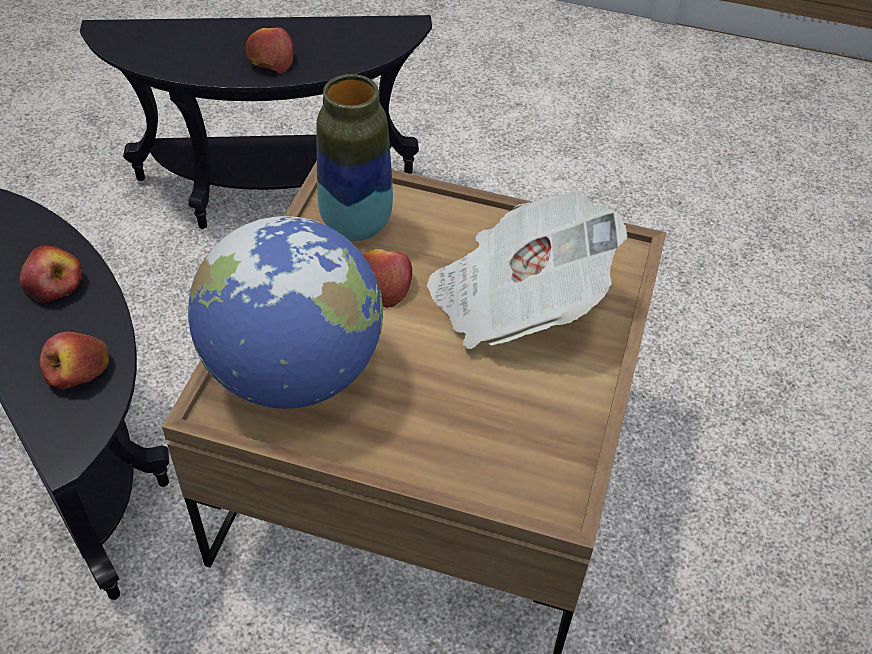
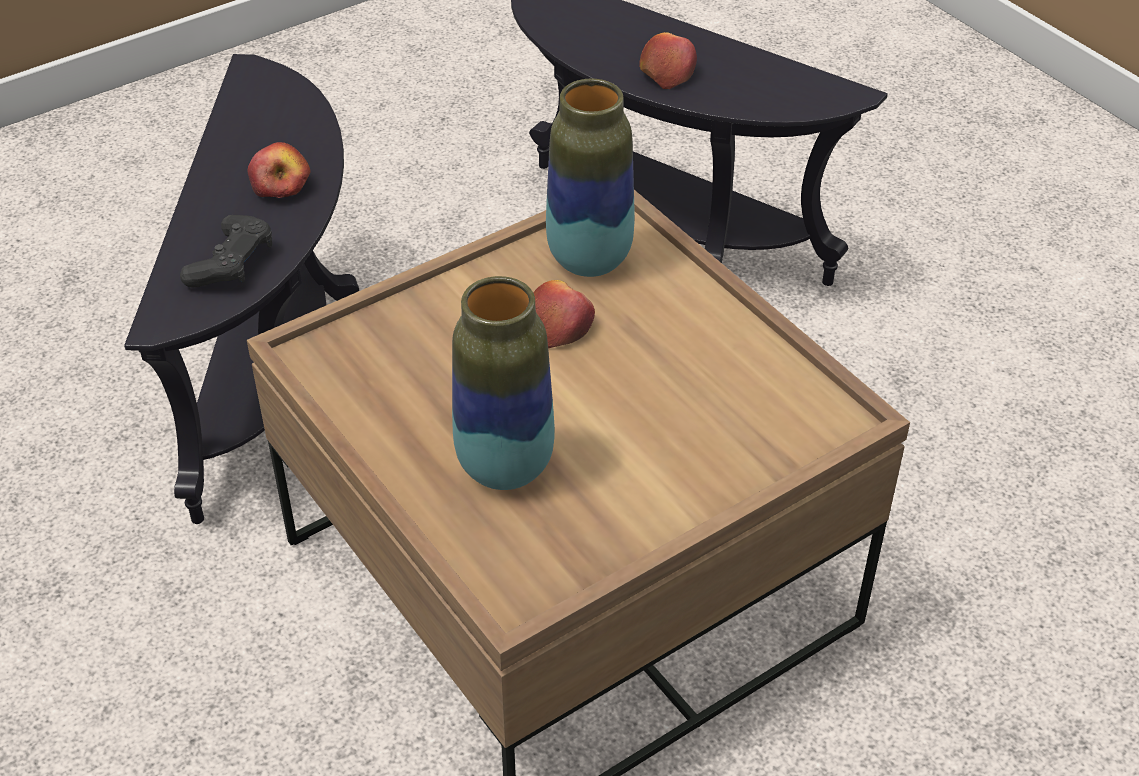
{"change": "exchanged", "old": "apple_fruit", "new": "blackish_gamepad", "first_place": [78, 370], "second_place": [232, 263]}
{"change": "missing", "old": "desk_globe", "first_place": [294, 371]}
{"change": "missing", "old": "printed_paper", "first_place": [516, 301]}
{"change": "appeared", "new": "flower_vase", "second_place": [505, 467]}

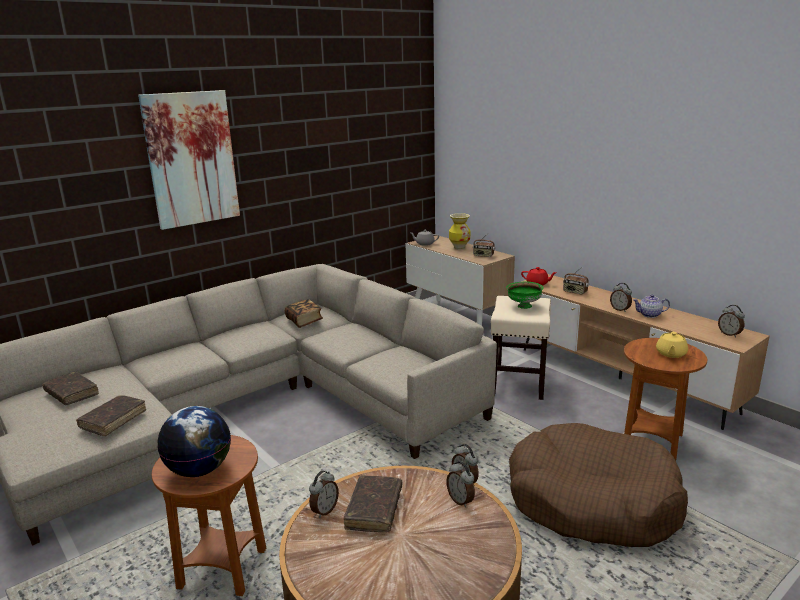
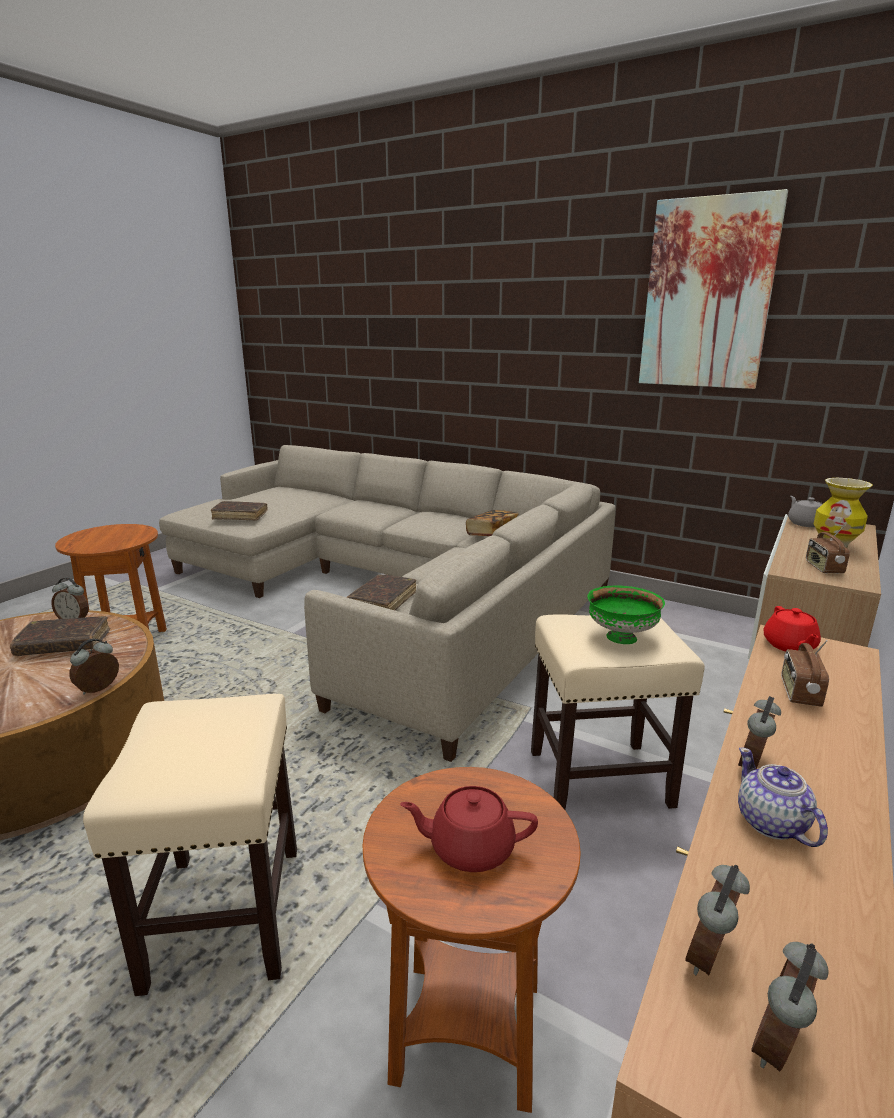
{"change": "relocated", "old": "brownish_book", "first_place": [71, 393], "second_place": [382, 601]}
{"change": "relocated", "old": "picture", "first_place": [191, 159], "second_place": [707, 295]}
{"change": "missing", "old": "desk_globe", "first_place": [200, 470]}
{"change": "relocated", "old": "alarm_clock", "first_place": [461, 500], "second_place": [710, 958]}
{"change": "exchanged", "old": "brownish_dog_bed", "new": "beige-coloured_stool_seat", "first_place": [592, 501], "second_place": [225, 916]}
{"change": "colour", "old": "yellow_teapot", "new": "red_teapot", "first_place": [670, 354], "second_place": [470, 848]}

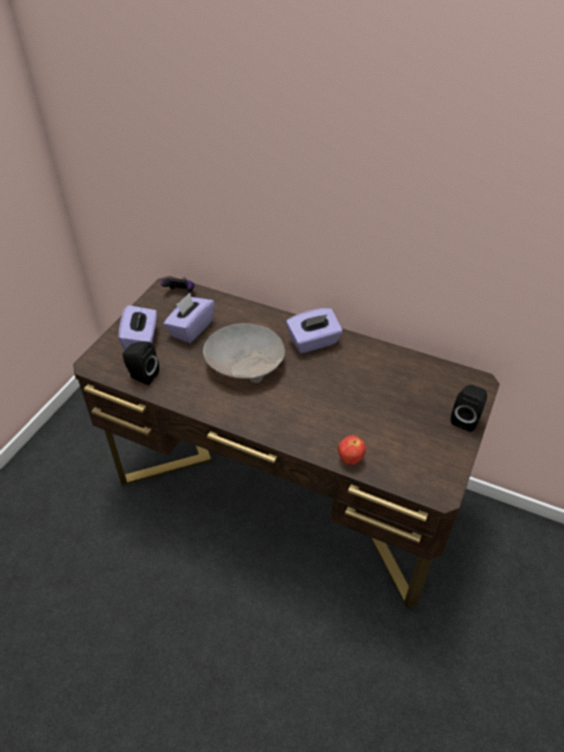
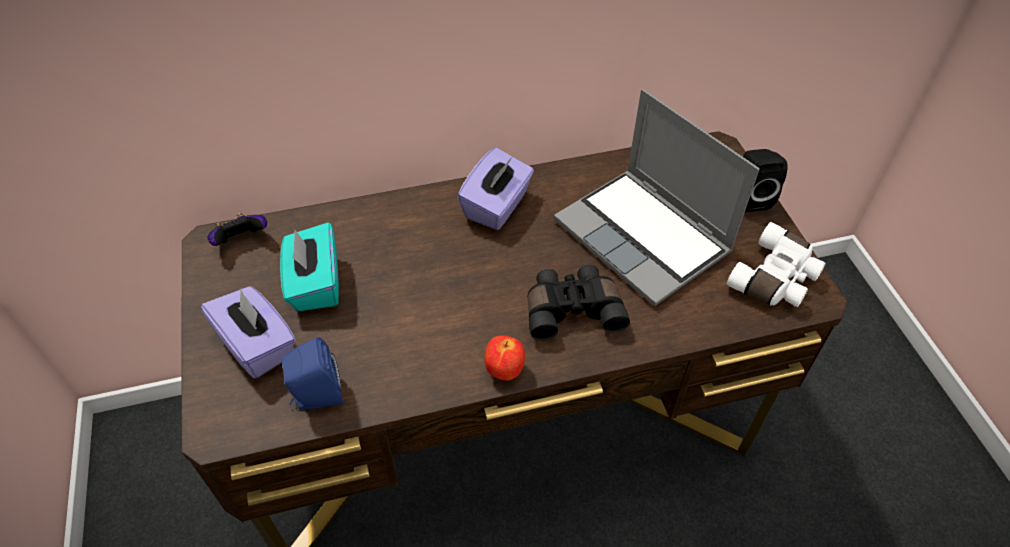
{"change": "colour", "old": "blackish_speaker", "new": "blue-coloured_speaker", "first_place": [142, 376], "second_place": [317, 397]}
{"change": "colour", "old": "purple-coloured_tissue_box", "new": "turquoise_tissue_box", "first_place": [191, 329], "second_place": [315, 284]}
{"change": "missing", "old": "beige-coloured_bowl", "first_place": [244, 363]}
{"change": "relocated", "old": "apple_fruit", "first_place": [350, 459], "second_place": [504, 370]}
{"change": "appeared", "new": "blackish_pair_of_binoculars", "second_place": [572, 309]}
{"change": "appeared", "new": "notebook_computer", "second_place": [644, 237]}
{"change": "appeared", "new": "white-coloured_pair_of_binoculars", "second_place": [776, 279]}

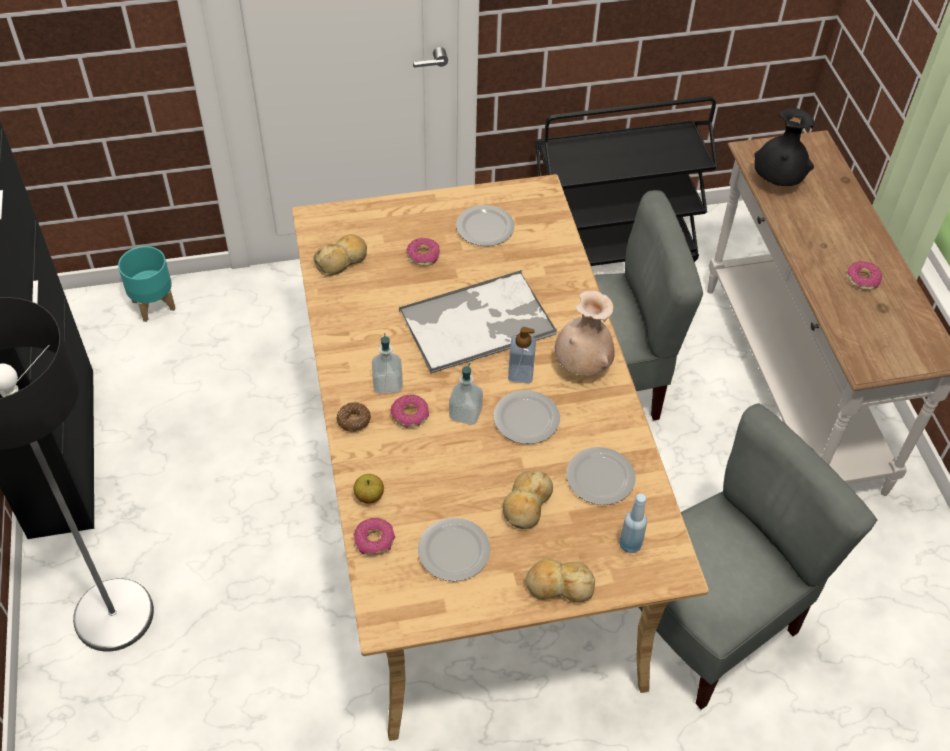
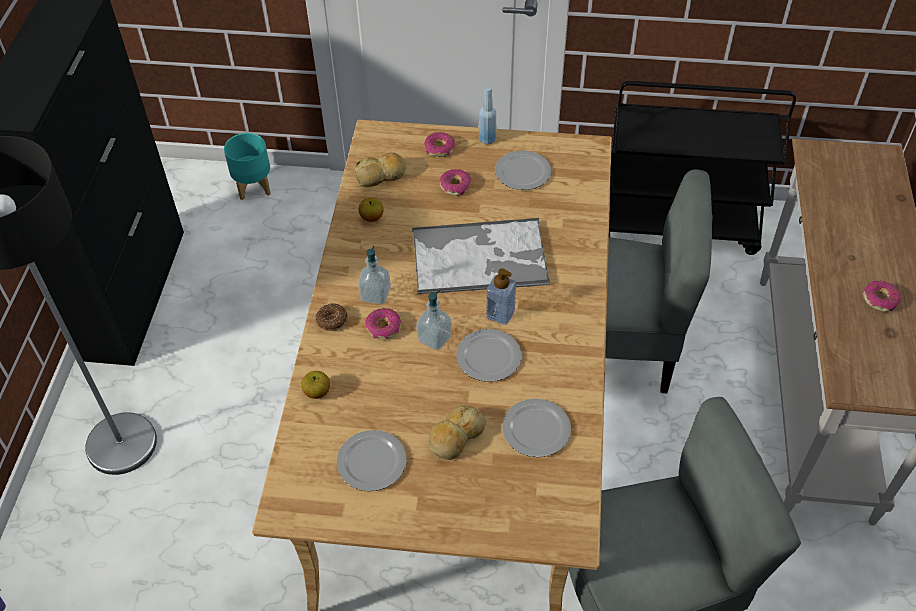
{"change": "relocated", "old": "doughnut", "first_place": [374, 541], "second_place": [439, 149]}
{"change": "missing", "old": "baked_bread", "first_place": [559, 585]}
{"change": "missing", "old": "beige-coloured_flower_vase", "first_place": [582, 366]}
{"change": "relocated", "old": "blue-coloured_drink_bottle", "first_place": [630, 544], "second_place": [487, 139]}
{"change": "missing", "old": "blackish_flower_vase", "first_place": [777, 182]}
{"change": "appeared", "new": "apple_fruit", "second_place": [371, 217]}

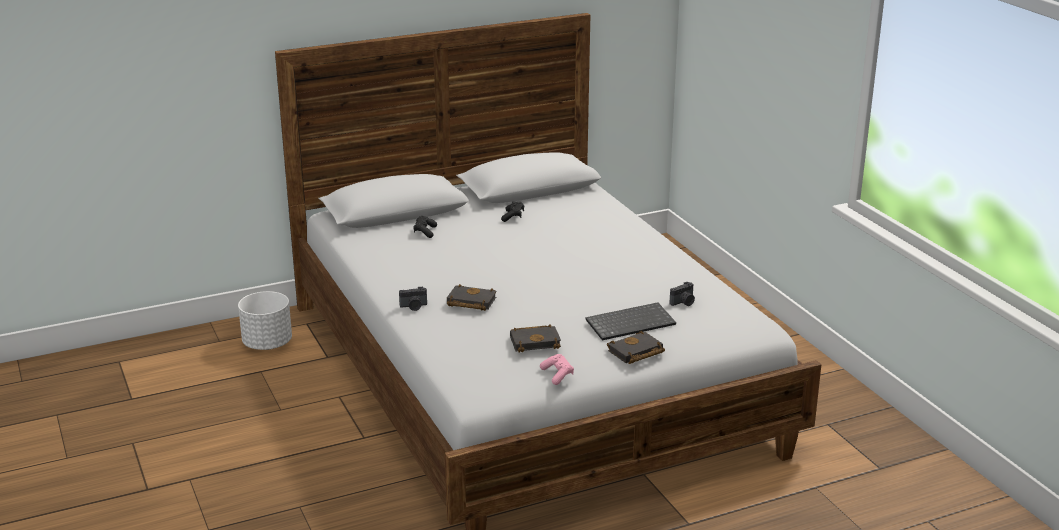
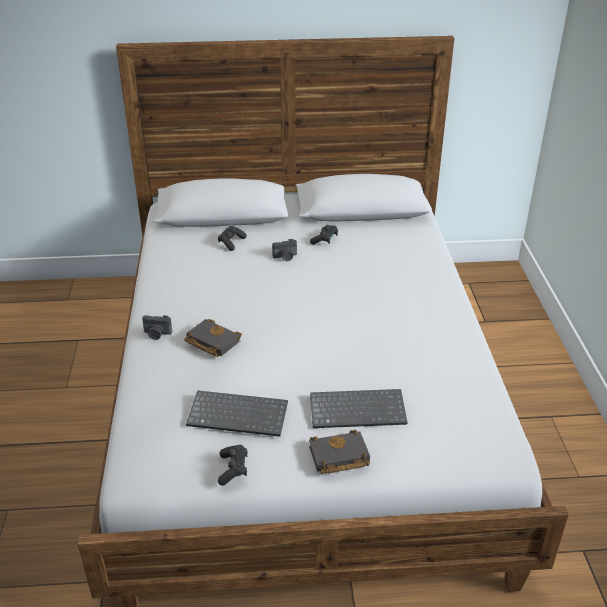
{"change": "missing", "old": "white-coloured_planter", "first_place": [267, 344]}
{"change": "exchanged", "old": "blackish_book", "new": "computer_keyboard", "first_place": [536, 341], "second_place": [239, 414]}
{"change": "colour", "old": "pink-coloured_gamepad", "new": "blackish_gamepad", "first_place": [557, 375], "second_place": [233, 469]}
{"change": "relocated", "old": "still_camera", "first_place": [683, 303], "second_place": [285, 257]}

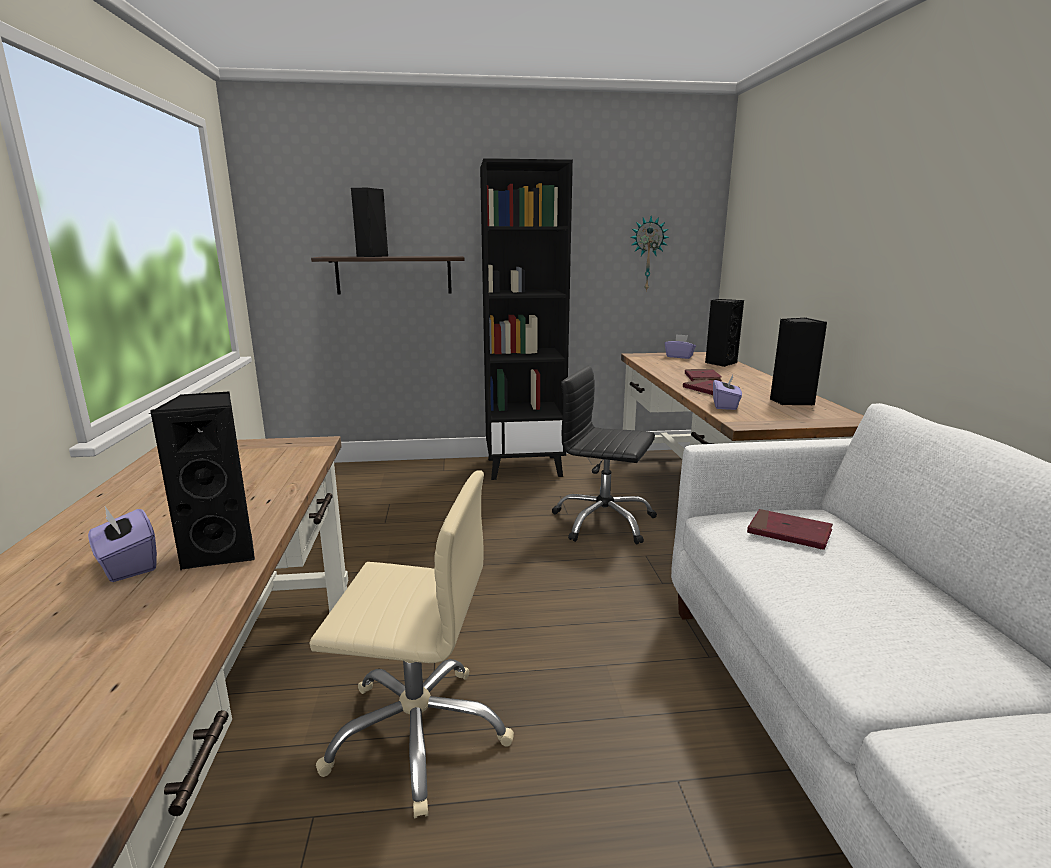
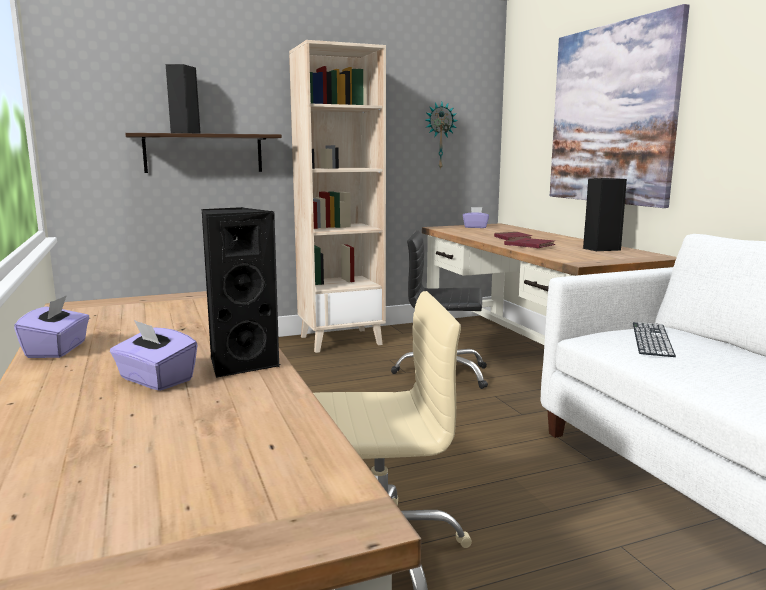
{"change": "colour", "old": "blackish_bookcase", "new": "beige-coloured_bookcase", "first_place": [524, 467], "second_place": [341, 340]}
{"change": "missing", "old": "blackish_speaker", "first_place": [720, 363]}
{"change": "relocated", "old": "purple-coloured_tissue_box", "first_place": [725, 405], "second_place": [57, 350]}
{"change": "exchanged", "old": "red_book", "new": "computer_keyboard", "first_place": [789, 533], "second_place": [652, 339]}
{"change": "appeared", "new": "picture", "second_place": [611, 115]}

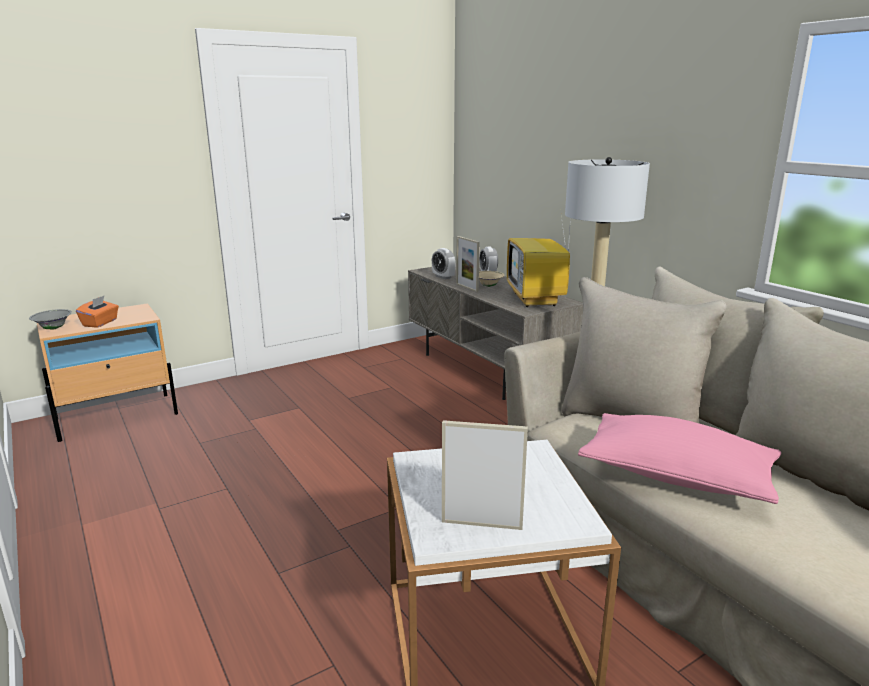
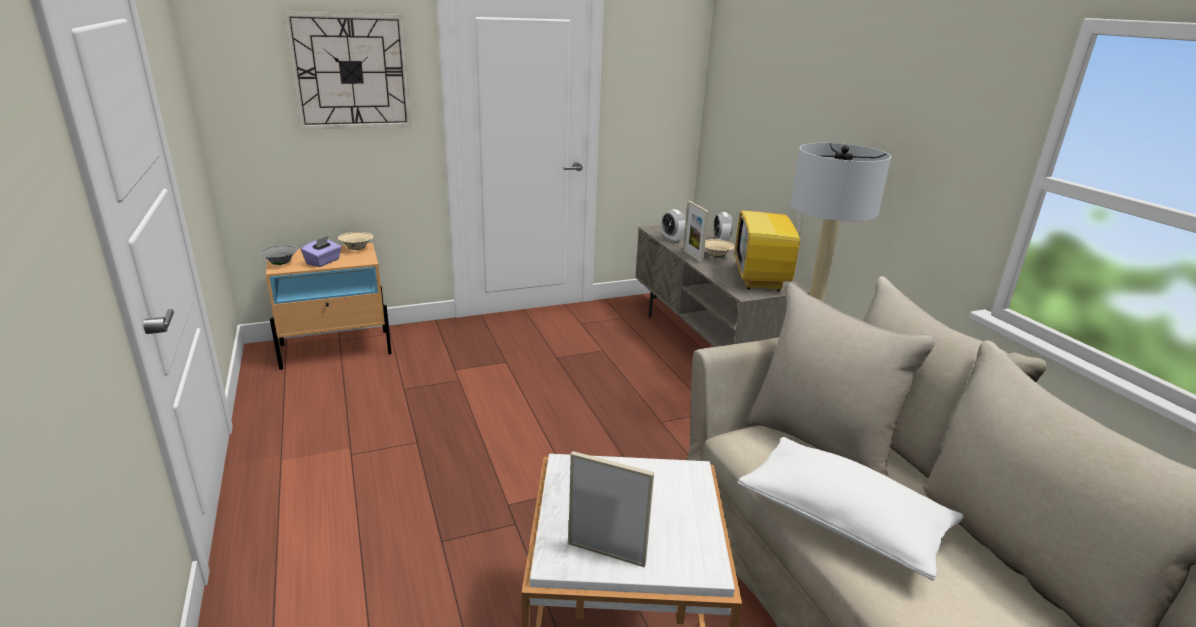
{"change": "colour", "old": "orangey_tissue_box", "new": "purple-coloured_tissue_box", "first_place": [100, 323], "second_place": [323, 262]}
{"change": "colour", "old": "pink-coloured_cushion", "new": "white-coloured_cushion", "first_place": [676, 476], "second_place": [842, 521]}
{"change": "appeared", "new": "clock_on_the_wall", "second_place": [351, 72]}
{"change": "appeared", "new": "beige-coloured_bowl", "second_place": [356, 249]}

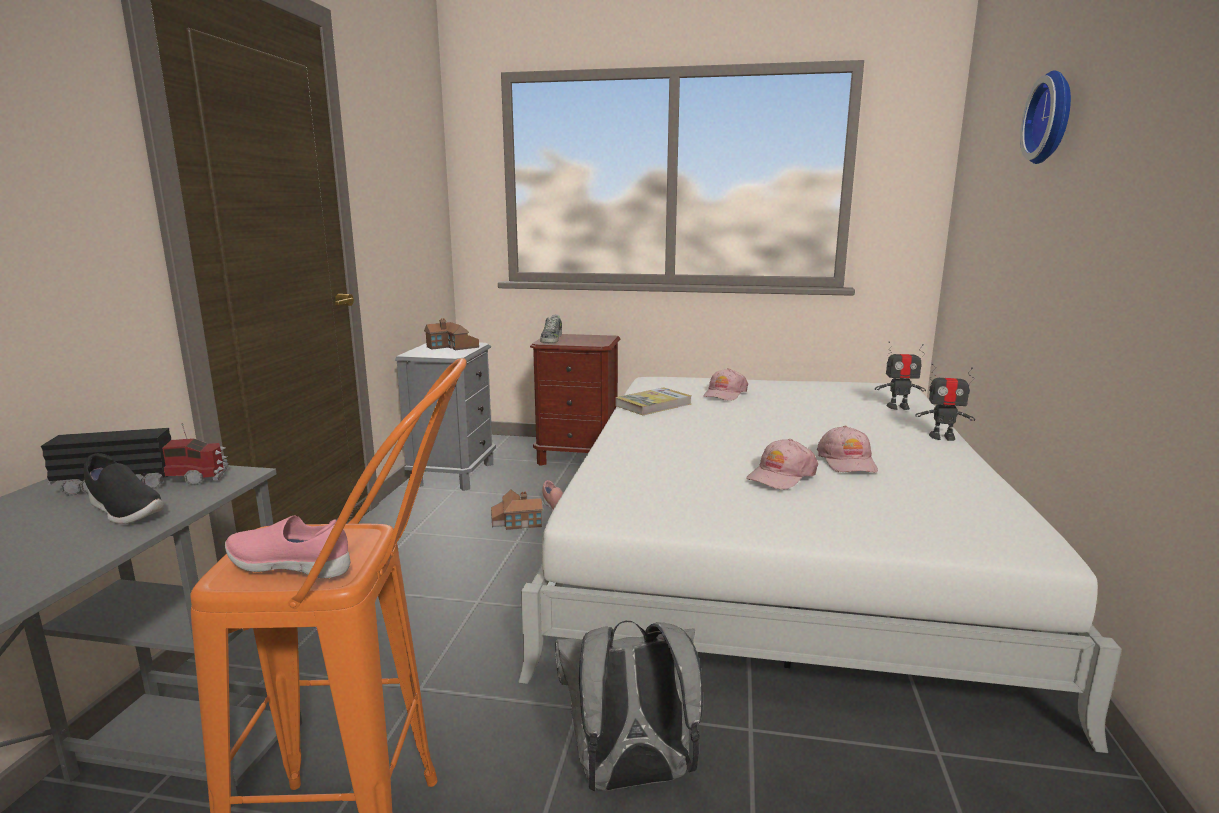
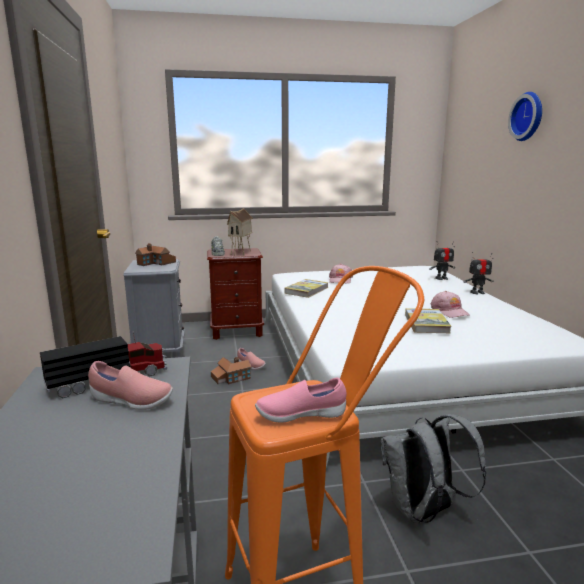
{"change": "colour", "old": "blackish_low_shoe", "new": "pink-coloured_low_shoe", "first_place": [124, 511], "second_place": [130, 401]}
{"change": "exchanged", "old": "pink-coloured_cap", "new": "book", "first_place": [781, 476], "second_place": [426, 323]}
{"change": "appeared", "new": "miniature_house", "second_place": [241, 253]}

